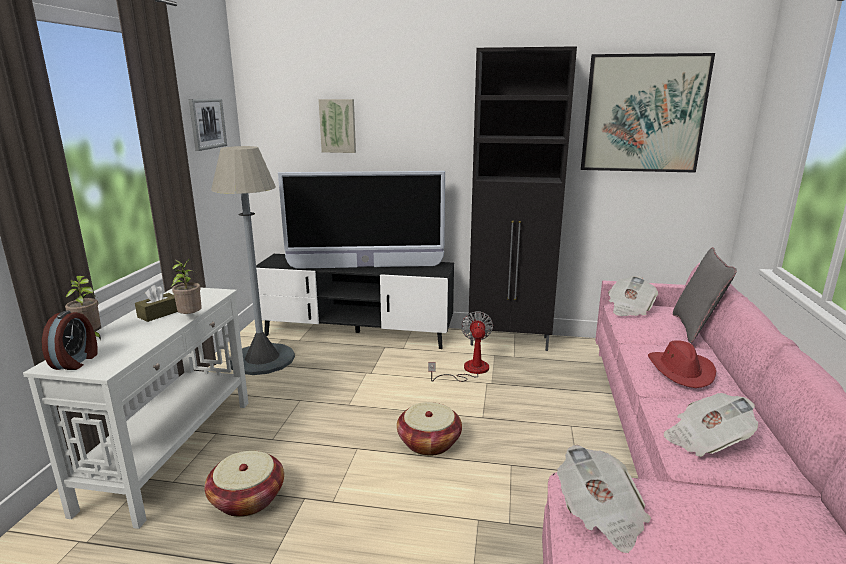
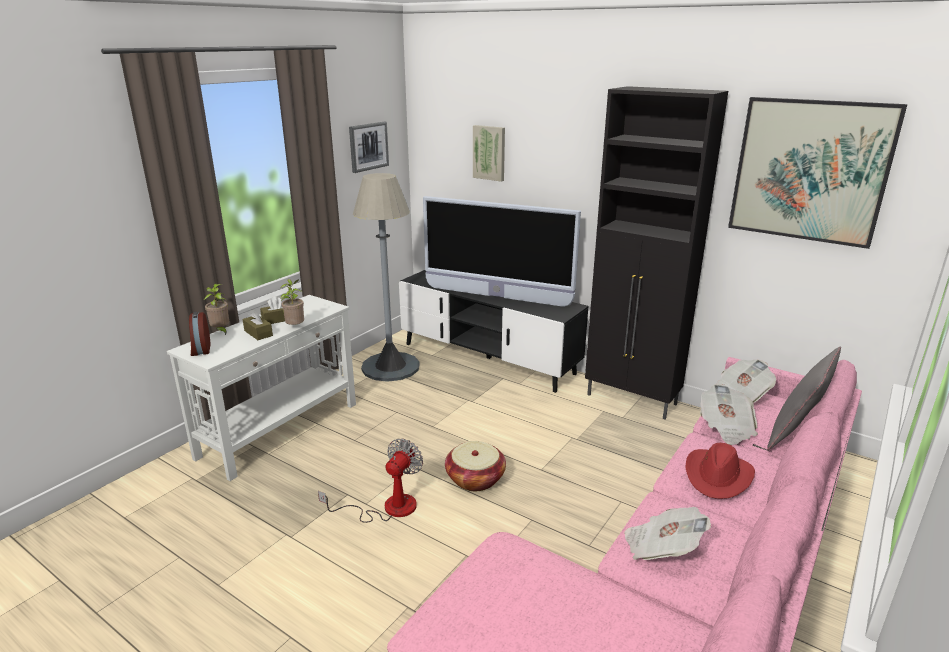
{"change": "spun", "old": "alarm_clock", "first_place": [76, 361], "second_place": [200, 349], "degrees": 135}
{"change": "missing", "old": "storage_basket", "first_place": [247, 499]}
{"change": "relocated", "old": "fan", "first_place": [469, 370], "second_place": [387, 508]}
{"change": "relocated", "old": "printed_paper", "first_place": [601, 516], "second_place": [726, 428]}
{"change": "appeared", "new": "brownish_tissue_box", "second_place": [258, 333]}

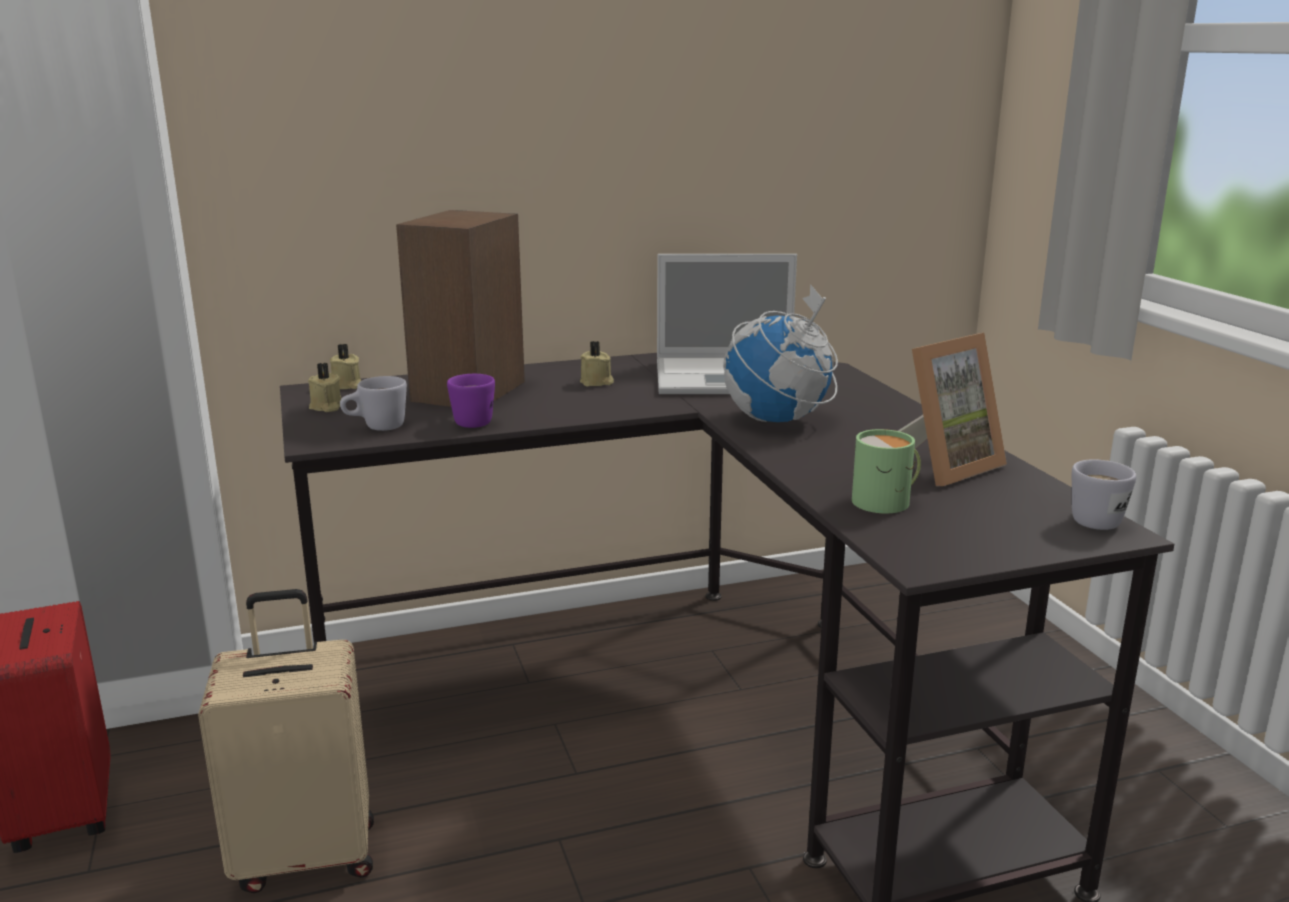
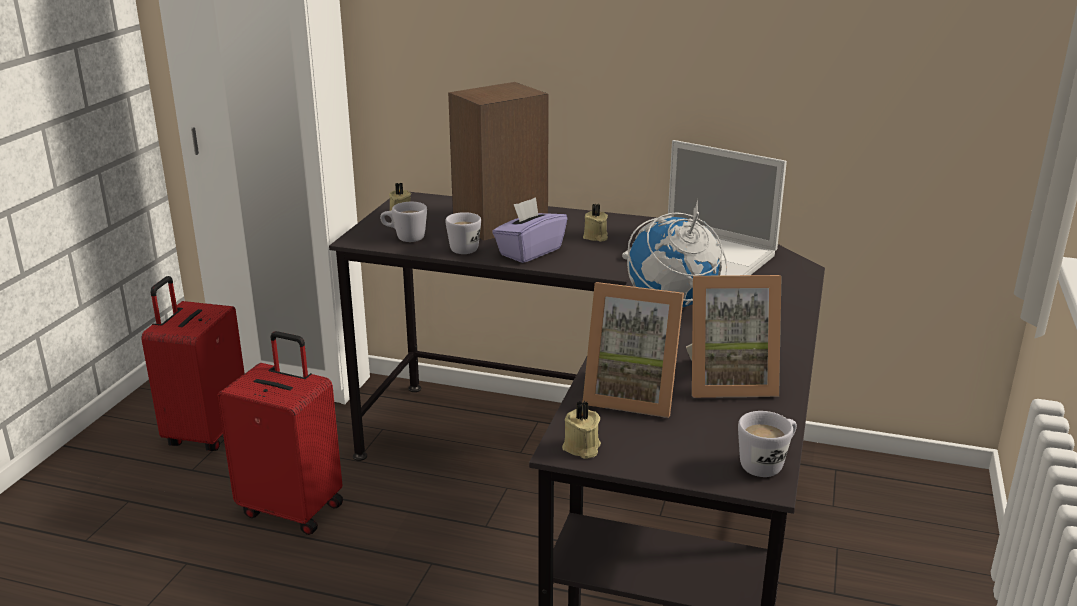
{"change": "colour", "old": "beige-coloured_piece_of_luggage", "new": "red_piece_of_luggage", "first_place": [306, 854], "second_place": [293, 508]}
{"change": "relocated", "old": "beige-coloured_candle", "first_place": [347, 386], "second_place": [581, 448]}
{"change": "colour", "old": "purple-coloured_tea_mug", "new": "white-coloured_tea_mug", "first_place": [468, 421], "second_place": [464, 247]}
{"change": "exchanged", "old": "greenish_tea_mug", "new": "standing_frame", "first_place": [887, 501], "second_place": [632, 395]}
{"change": "appeared", "new": "purple-coloured_tissue_box", "second_place": [529, 252]}

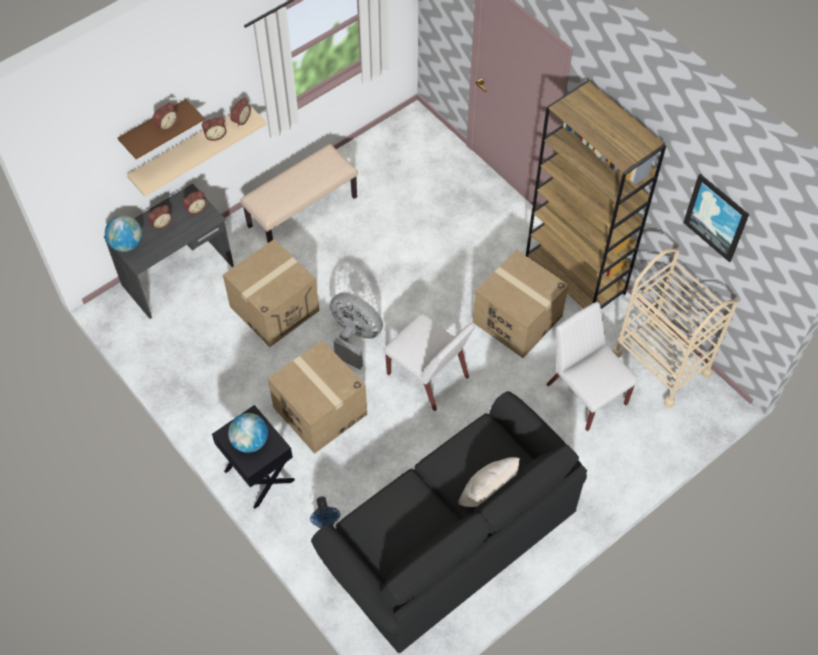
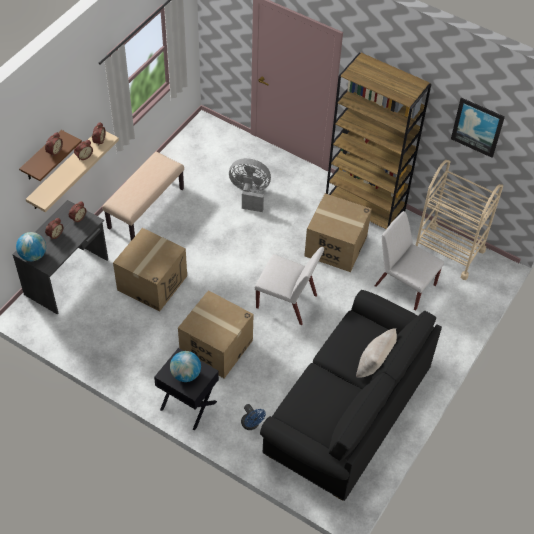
{"change": "relocated", "old": "gray_fan", "first_place": [355, 338], "second_place": [249, 194]}

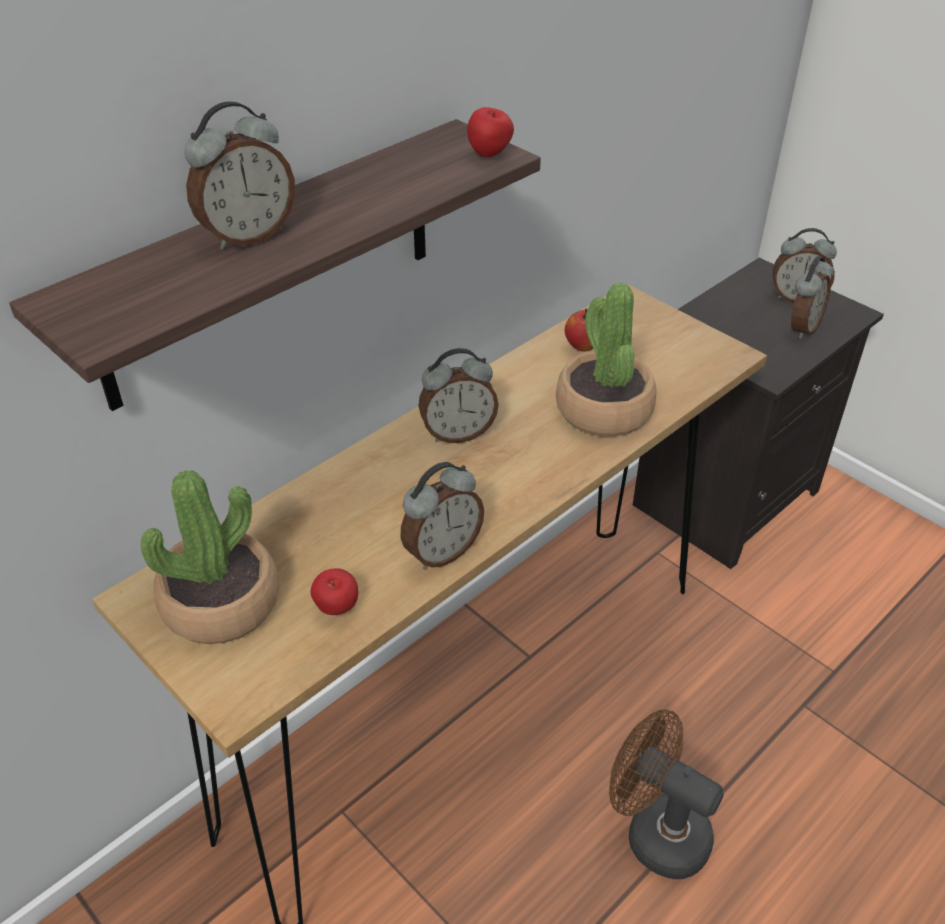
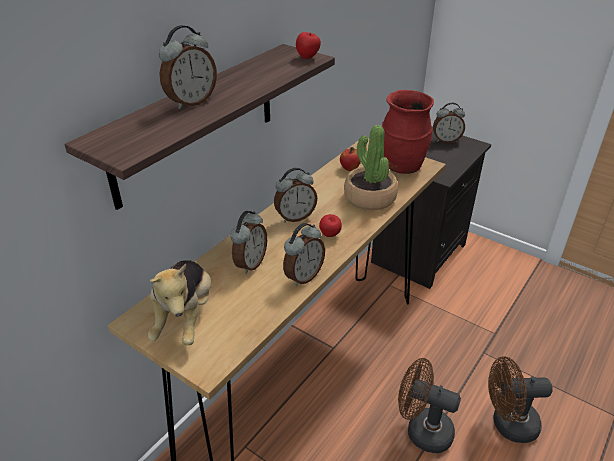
{"change": "exchanged", "old": "potted_plant", "new": "cuddly_toy", "first_place": [221, 603], "second_place": [185, 317]}
{"change": "relocated", "old": "apple_fruit", "first_place": [337, 609], "second_place": [330, 235]}
{"change": "relocated", "old": "alarm_clock", "first_place": [802, 328], "second_place": [250, 263]}
{"change": "appeared", "new": "red_flower_vase", "second_place": [402, 167]}
{"change": "appeared", "new": "brownish_fan", "second_place": [507, 424]}

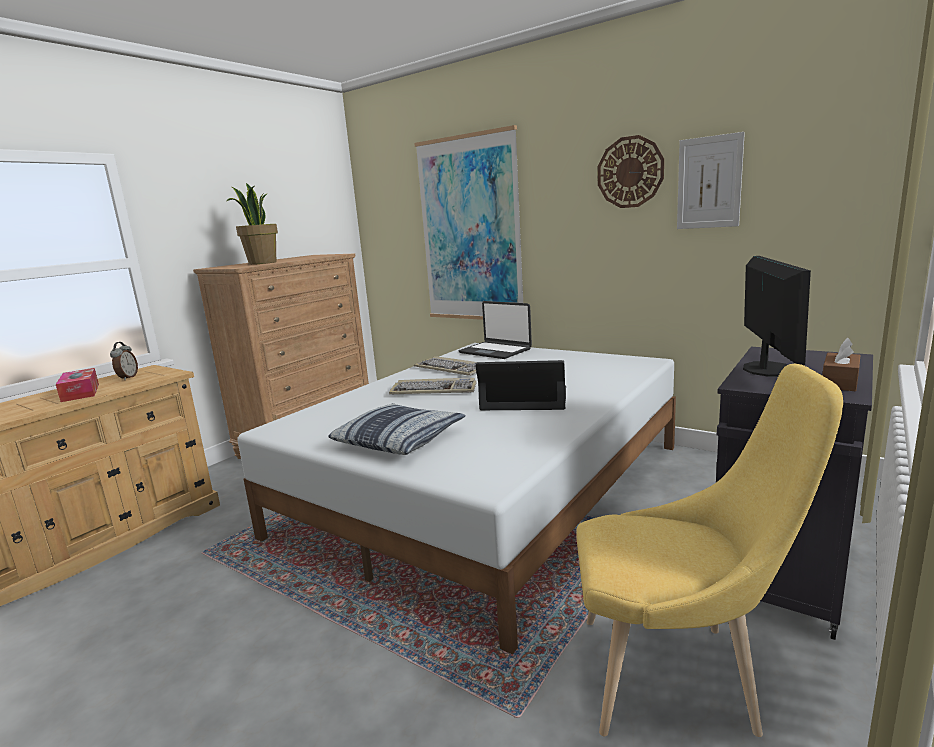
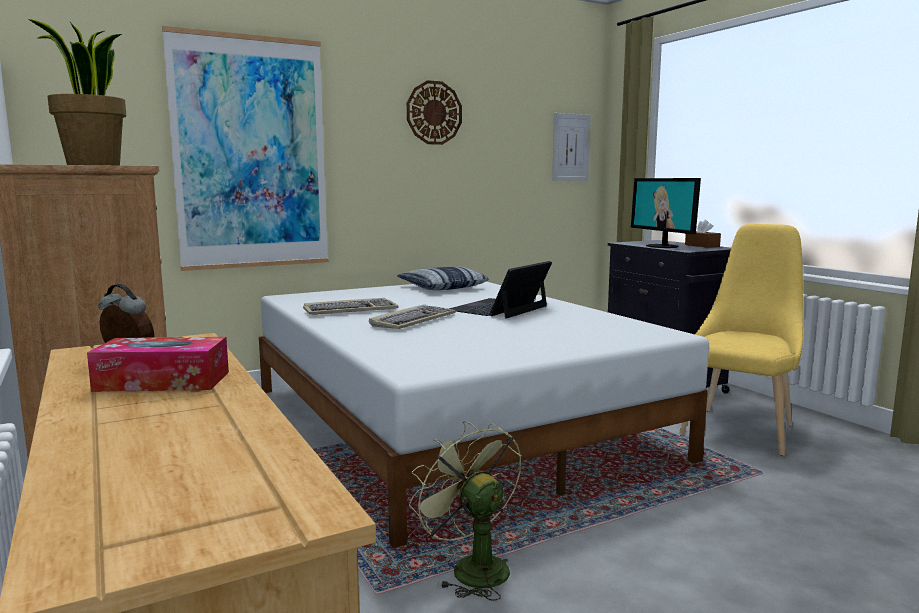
{"change": "relocated", "old": "cushion", "first_place": [400, 439], "second_place": [442, 287]}
{"change": "missing", "old": "notebook_computer", "first_place": [495, 351]}
{"change": "relocated", "old": "picture", "first_place": [709, 182], "second_place": [571, 147]}
{"change": "spun", "old": "computer_screen", "first_place": [766, 369], "second_place": [663, 246], "degrees": -150}
{"change": "appeared", "new": "greenish_fan", "second_place": [471, 567]}

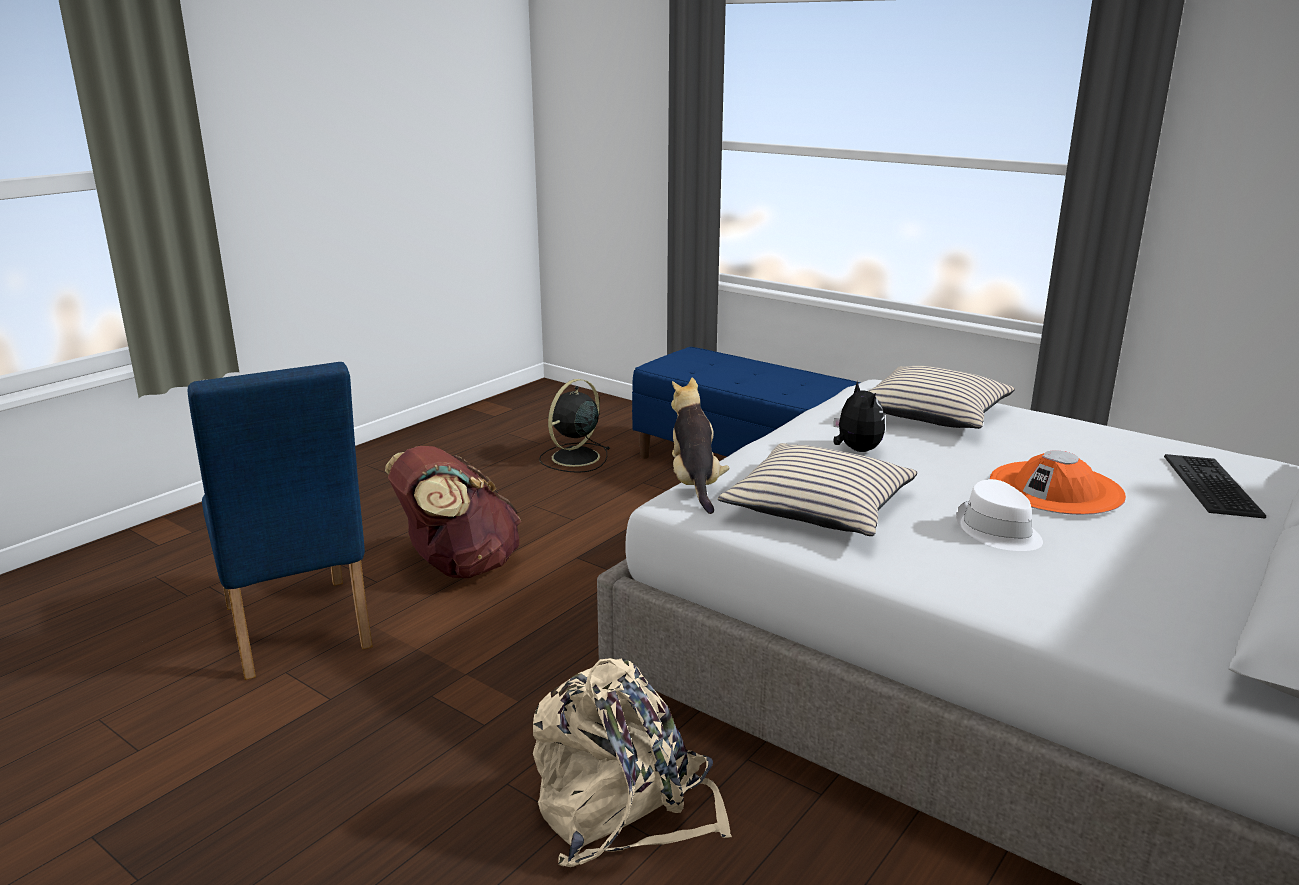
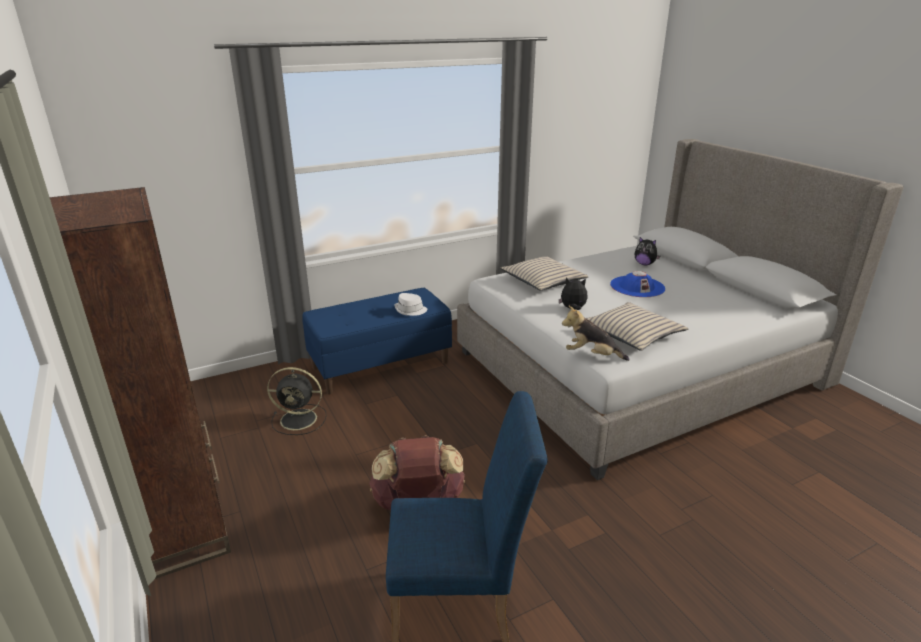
{"change": "missing", "old": "beige-coloured_rucksack", "first_place": [624, 811]}
{"change": "spun", "old": "blackish_fan", "first_place": [574, 458], "second_place": [300, 419], "degrees": -60}
{"change": "relocated", "old": "white-coloured_hat", "first_place": [997, 531], "second_place": [410, 310]}
{"change": "colour", "old": "orangey_hat", "new": "blue-coloured_hat", "first_place": [1056, 488], "second_place": [637, 287]}
{"change": "exchanged", "old": "computer_keyboard", "new": "cuddly_toy", "first_place": [1212, 486], "second_place": [644, 264]}
{"change": "appeared", "new": "brownish_bookcase", "second_place": [186, 529]}

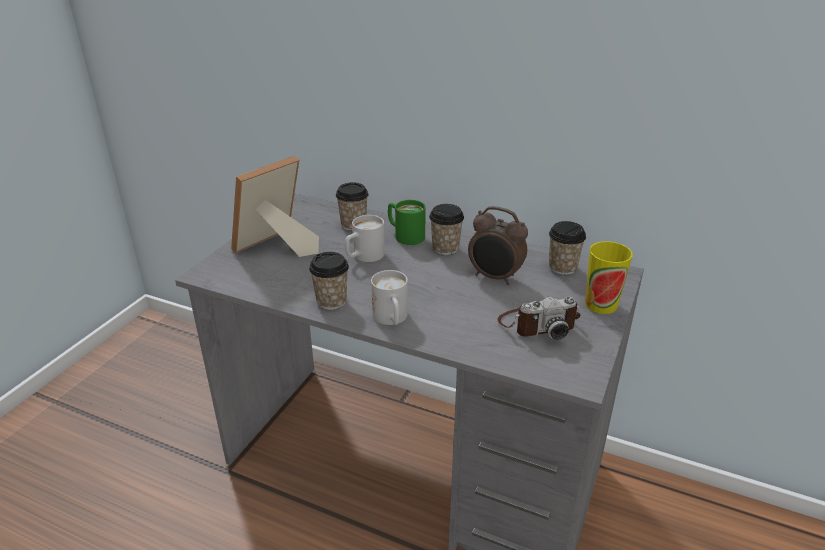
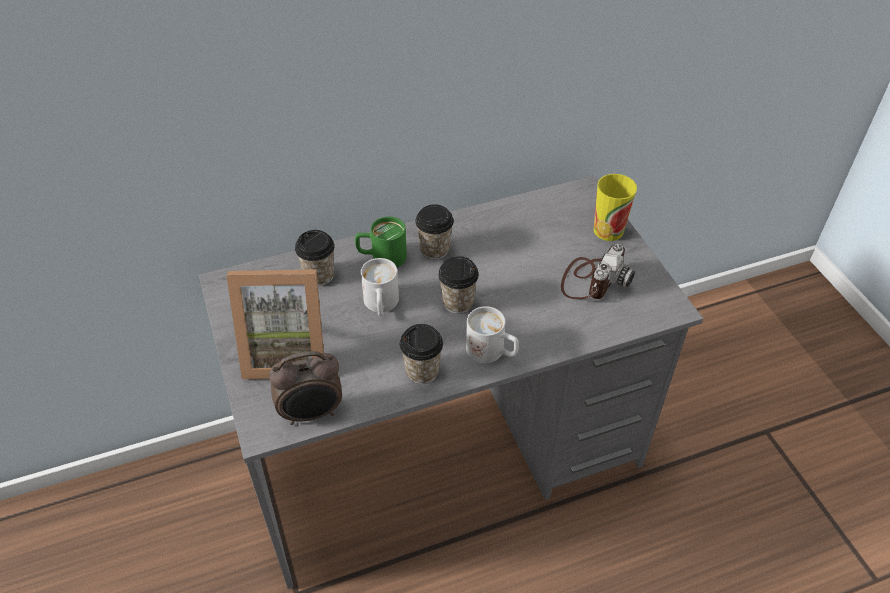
{"change": "spun", "old": "standing_frame", "first_place": [275, 248], "second_place": [286, 352], "degrees": -90}
{"change": "relocated", "old": "alarm_clock", "first_place": [495, 277], "second_place": [312, 413]}
{"change": "relocated", "old": "cup", "first_place": [562, 267], "second_place": [458, 302]}

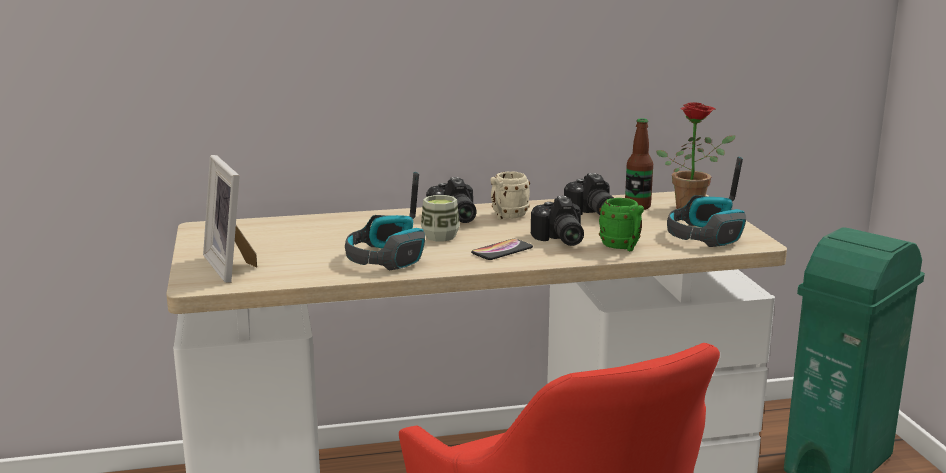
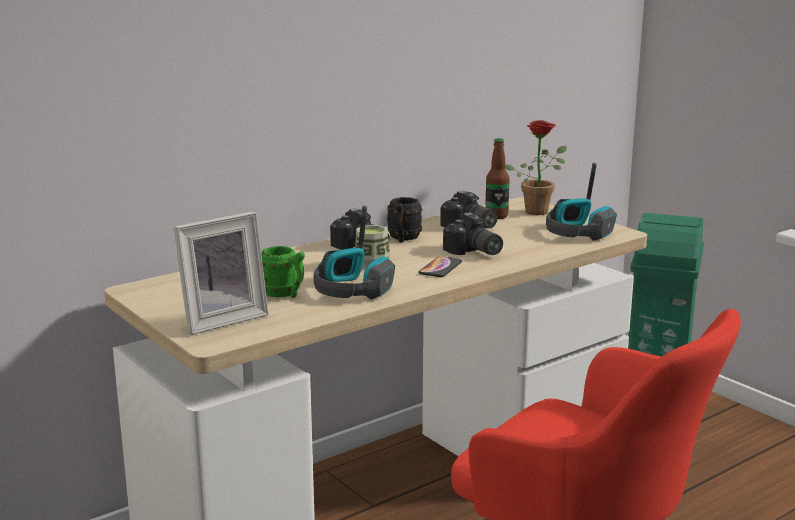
{"change": "spun", "old": "standing_frame", "first_place": [233, 266], "second_place": [221, 319], "degrees": -75}
{"change": "colour", "old": "beige-coloured_tea_mug", "new": "blackish_tea_mug", "first_place": [506, 216], "second_place": [403, 239]}
{"change": "relocated", "old": "greenish_tea_mug", "first_place": [623, 247], "second_place": [284, 294]}

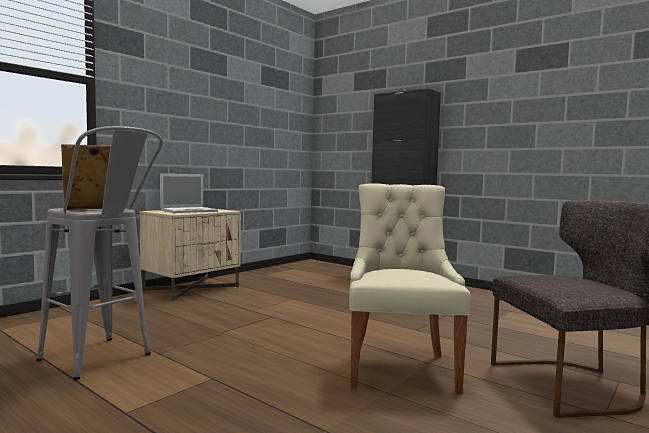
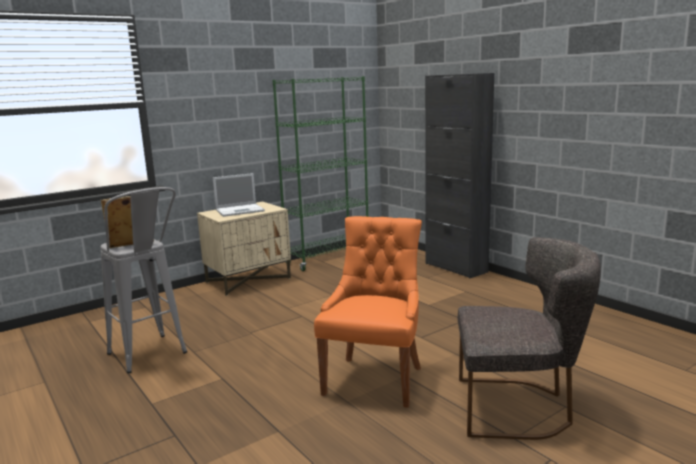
{"change": "colour", "old": "beige-coloured_plain_chair", "new": "orangey_plain_chair", "first_place": [400, 368], "second_place": [375, 379]}
{"change": "appeared", "new": "greenish_bookcase", "second_place": [328, 259]}

